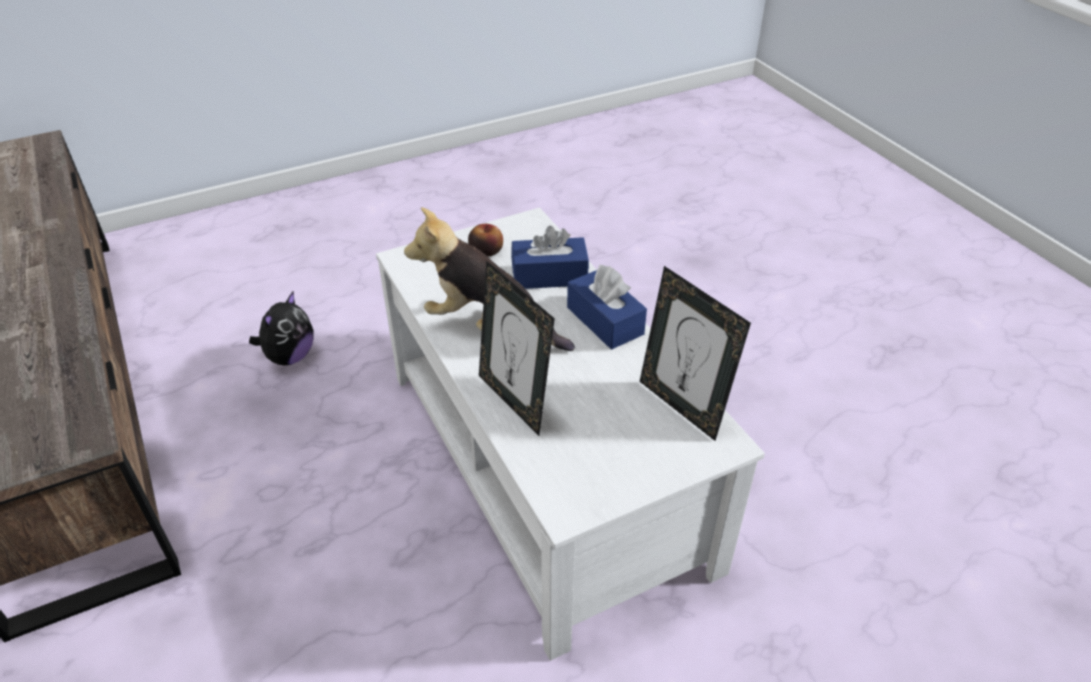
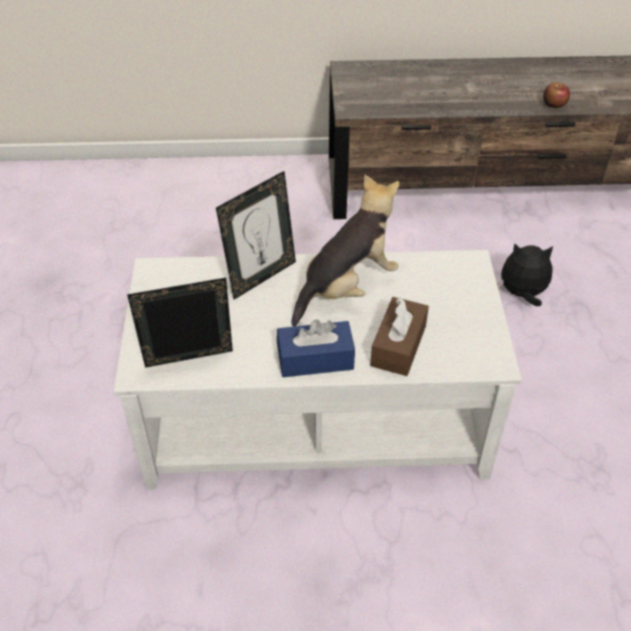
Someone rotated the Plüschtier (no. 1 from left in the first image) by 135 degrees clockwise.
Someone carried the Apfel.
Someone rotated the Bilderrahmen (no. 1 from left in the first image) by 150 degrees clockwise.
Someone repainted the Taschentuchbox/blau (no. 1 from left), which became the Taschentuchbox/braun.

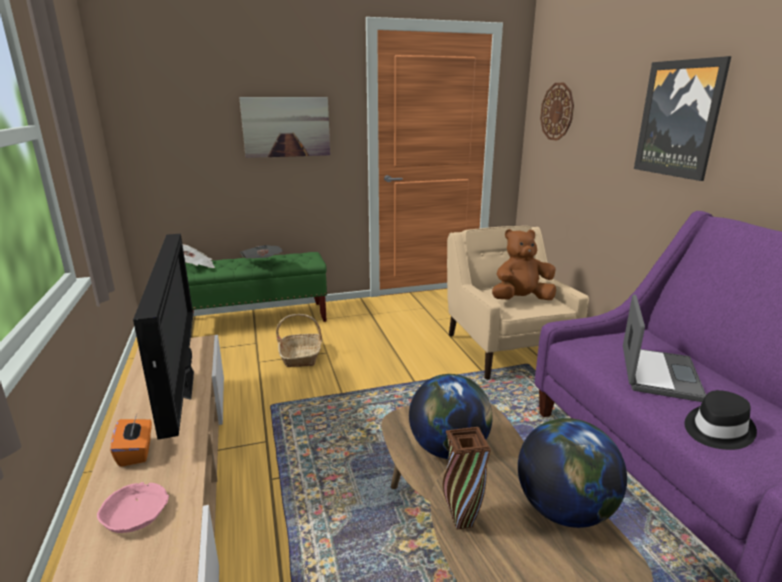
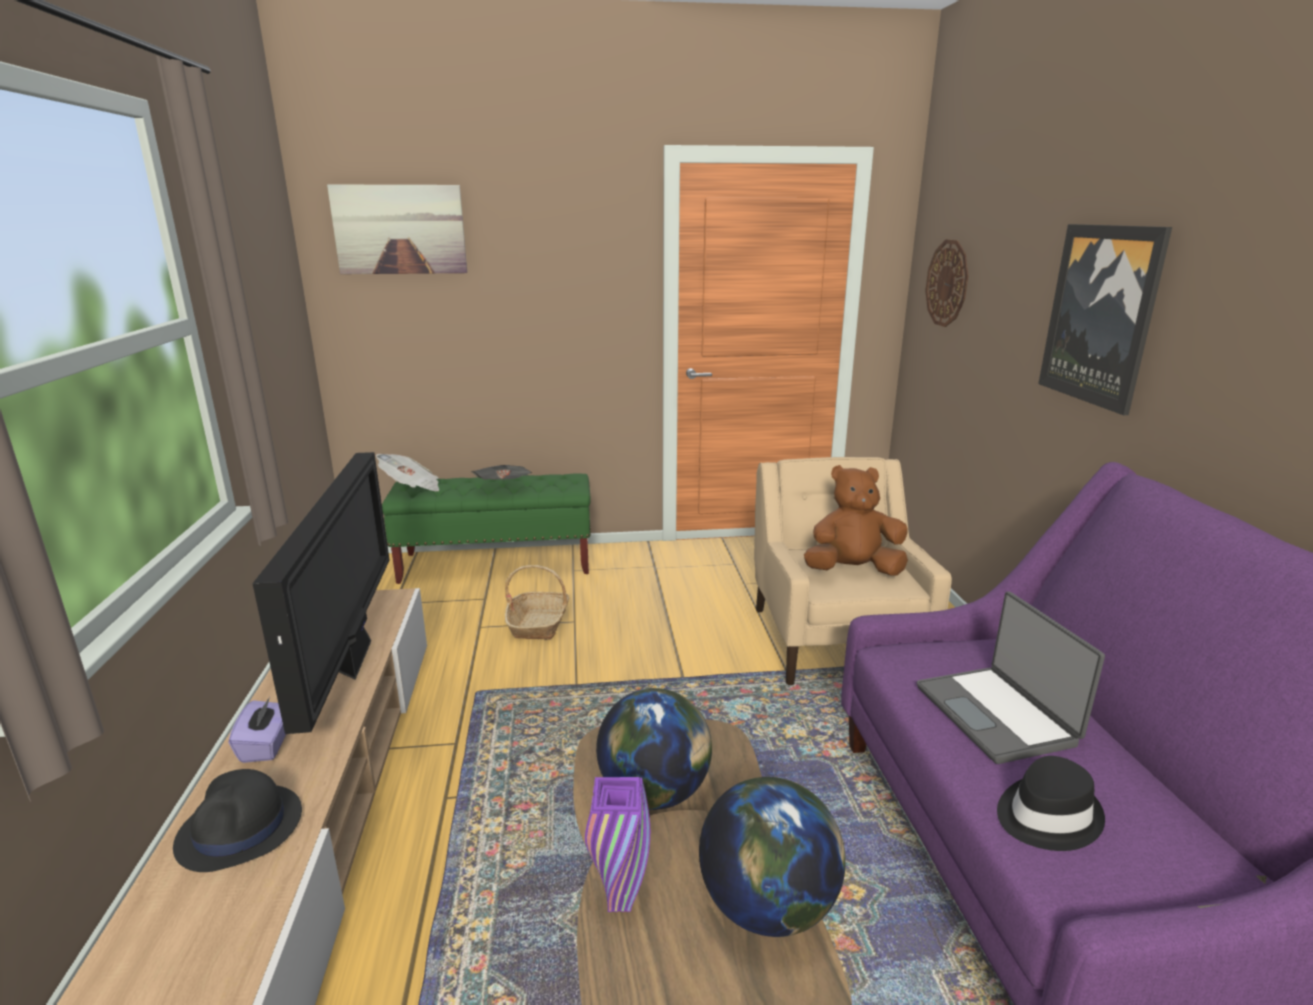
Someone swapped the Schüssel/rosa for the Hut/schwarz (no. 1 from left).
Someone repainted the Taschentuchbox/orange, which became the Taschentuchbox/lila.
Someone carried the Bild (no. 1 from left).
Someone repainted the Vase/braun, which became the Vase/lila.
Someone rotated the Laptop by 135 degrees clockwise.

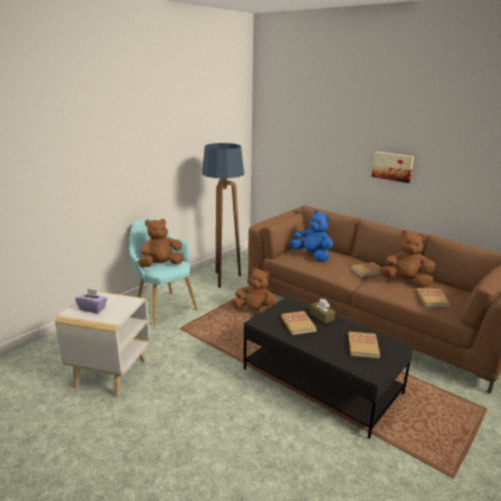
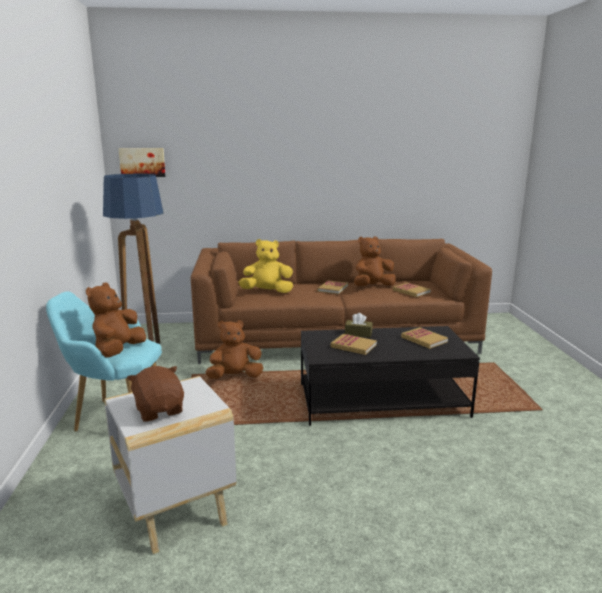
Someone swapped the Taschentuchbox/lila for the Plüschtier/braun (no. 2 from left).
Someone repainted the Plüschtier/blau, which became the Plüschtier/gelb.
Someone carried the Bild.

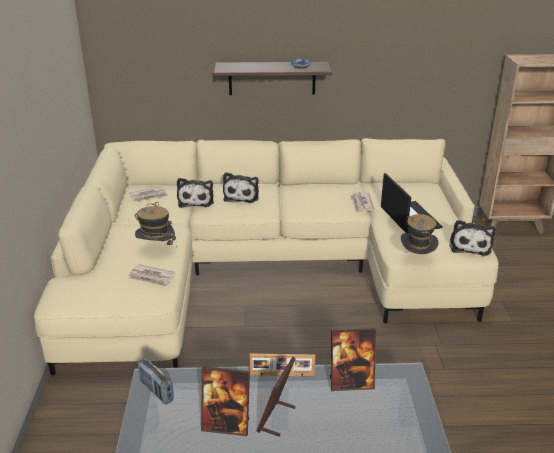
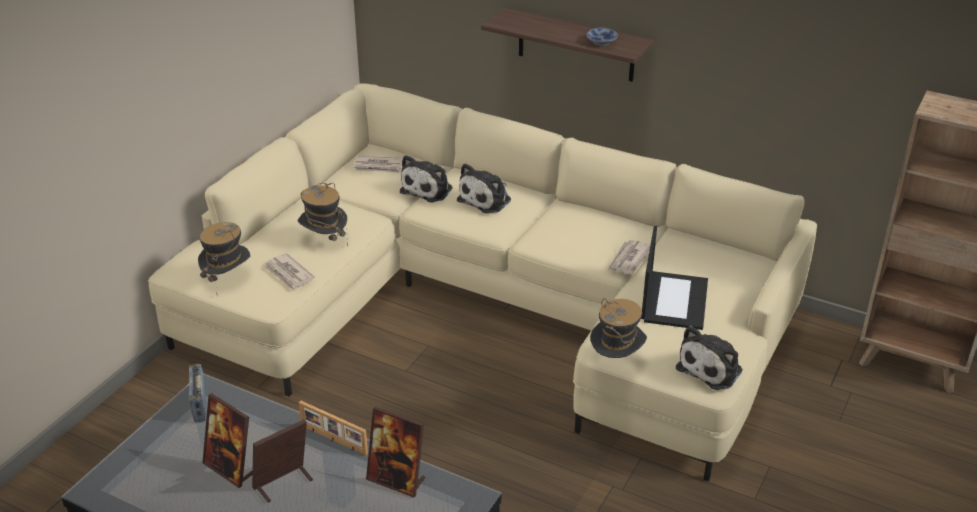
Someone put down the Hut (no. 1 from left).

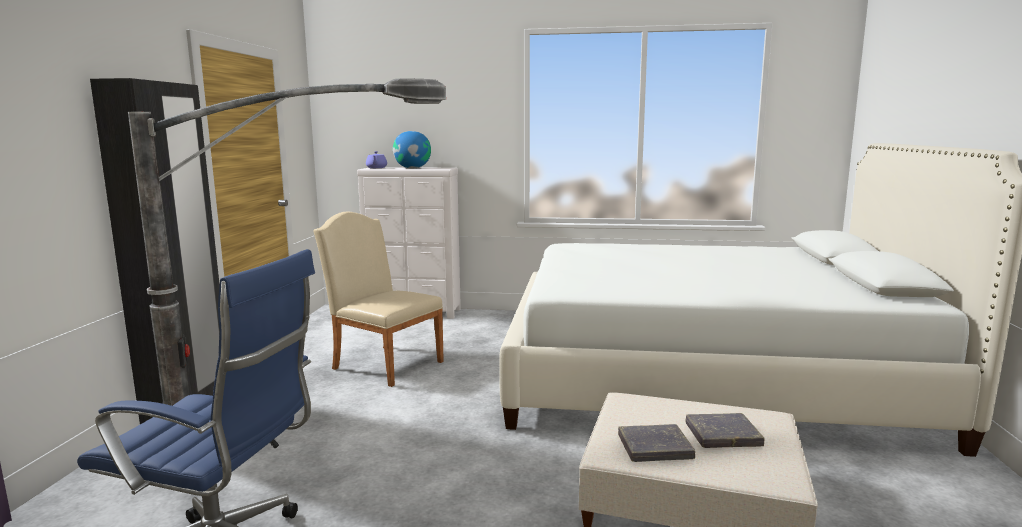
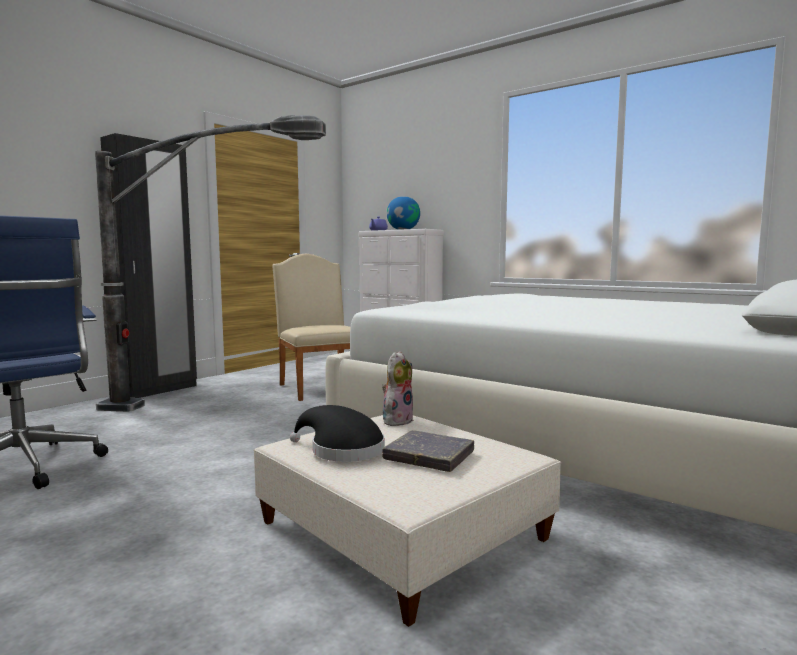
Someone swapped the Buch/grau (no. 1 from left) for the Hut/schwarz.
Someone put down the Plüschtier.

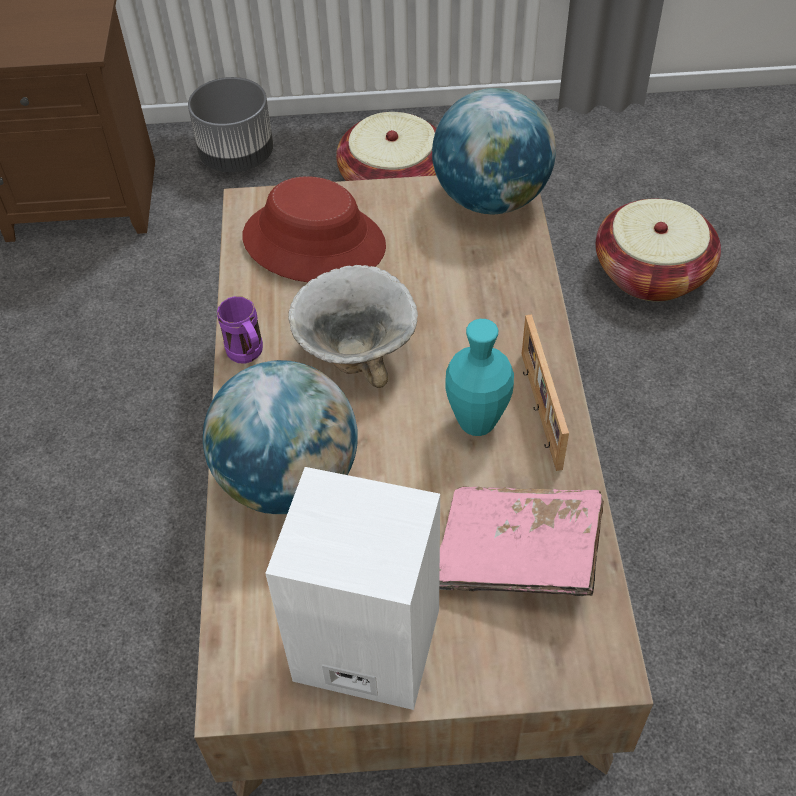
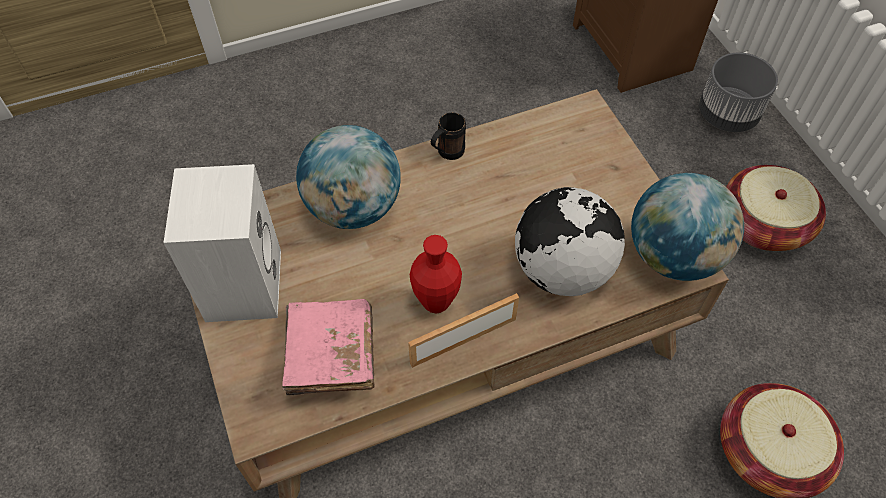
Someone repainted the Henkelbecher/lila, which became the Henkelbecher/schwarz.
Someone took away the Hut/rot.
Someone took away the Schüssel.
Someone repainted the Vase/türkis, which became the Vase/rot.
Someone put down the Globus (no. 2 from left).

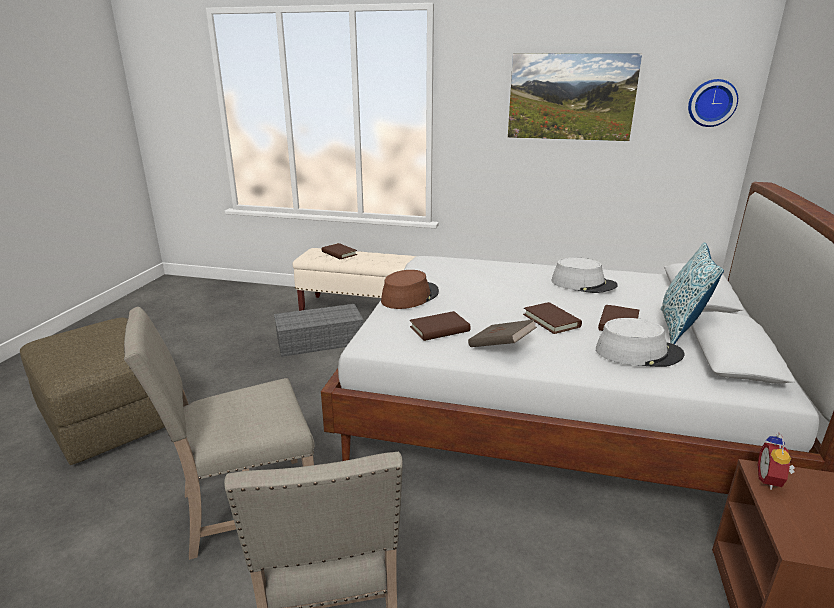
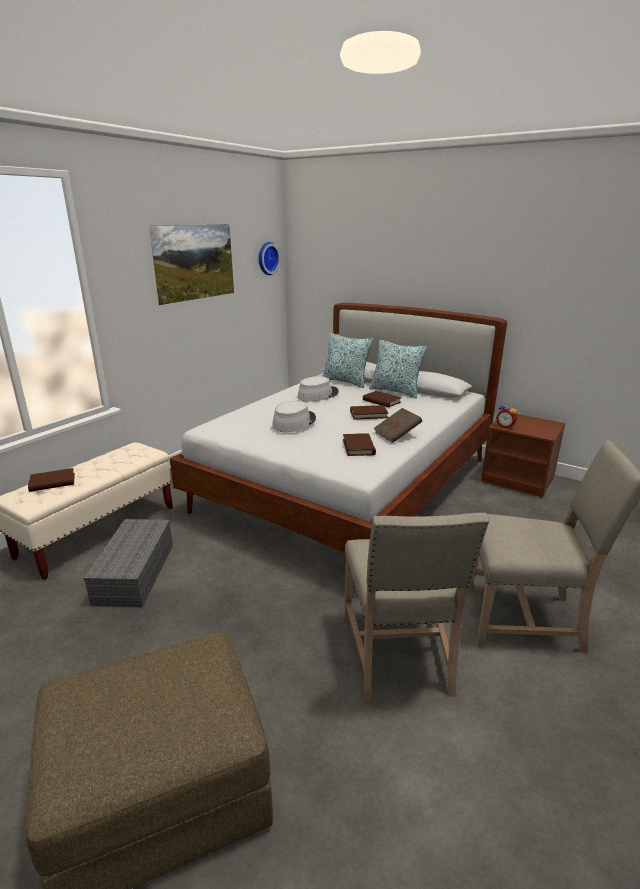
Someone took away the Hut/braun.
Someone carried the Hut/grau (no. 2 from left in the first image).
Someone put down the Kissen (no. 1 from left).

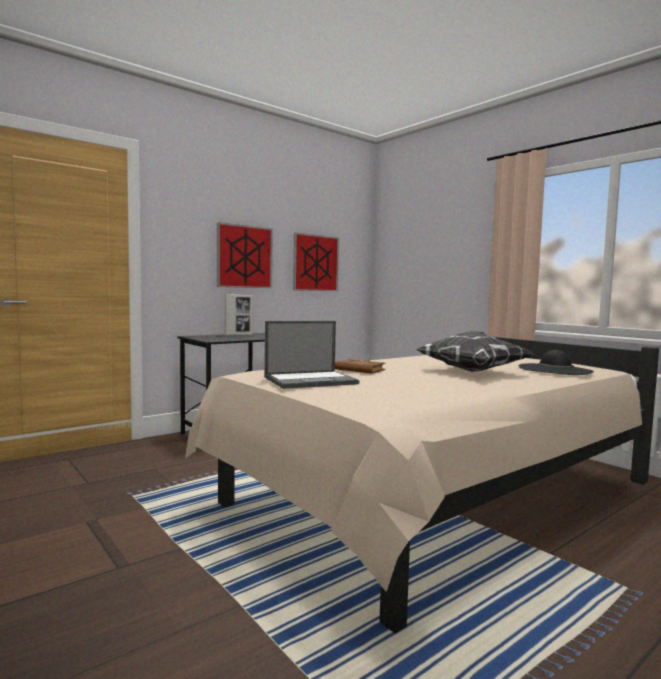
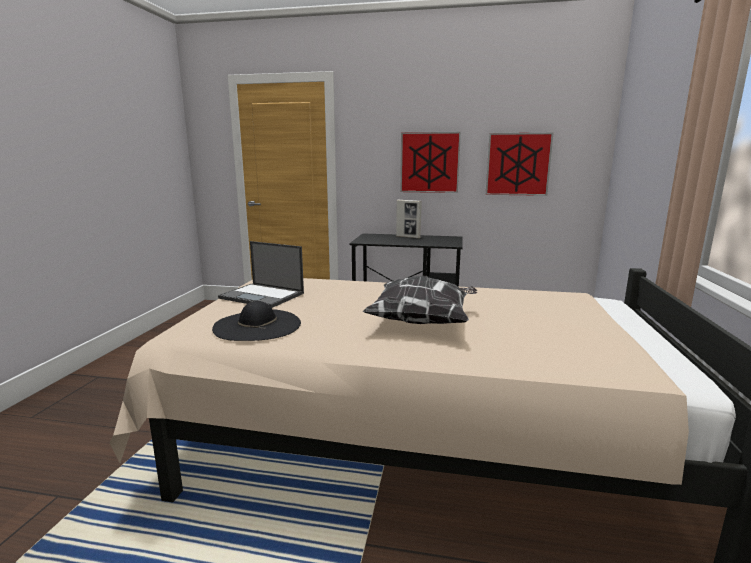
Someone took away the Buch/braun.
Someone carried the Hut/schwarz.

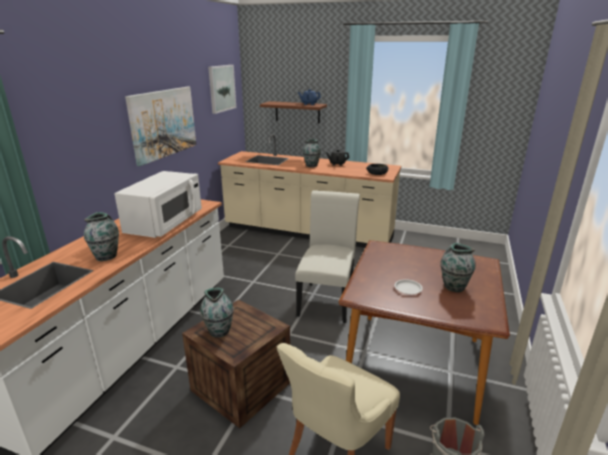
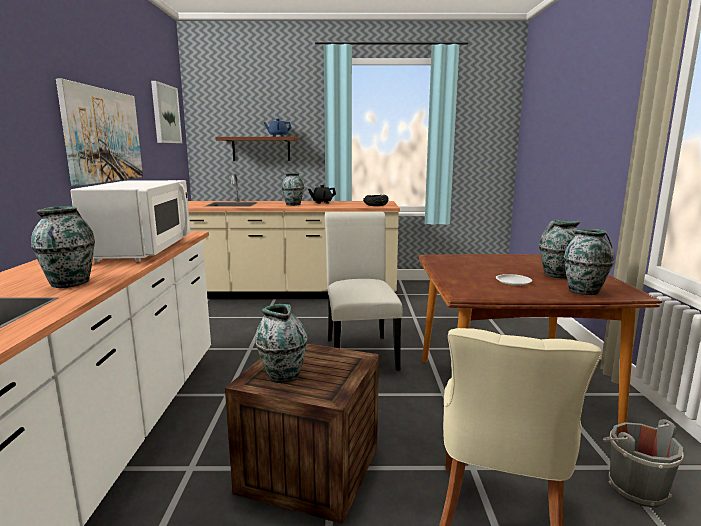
Someone put down the Vase (no. 5 from left).

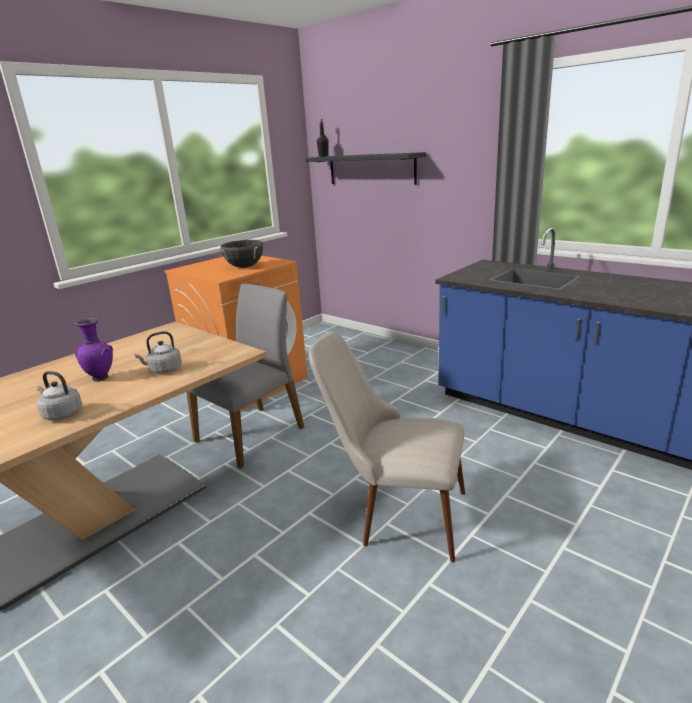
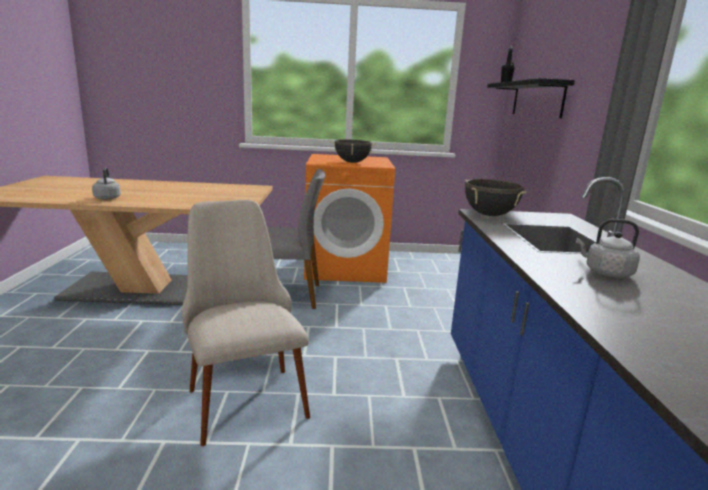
Someone took away the Vase/lila.
Someone carried the Wasserkessel/grau (no. 2 from left).
Someone put down the Kochtopf/schwarz (no. 2 from left).

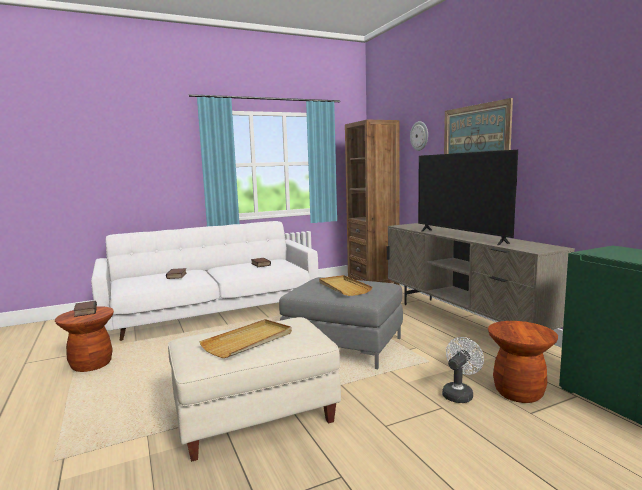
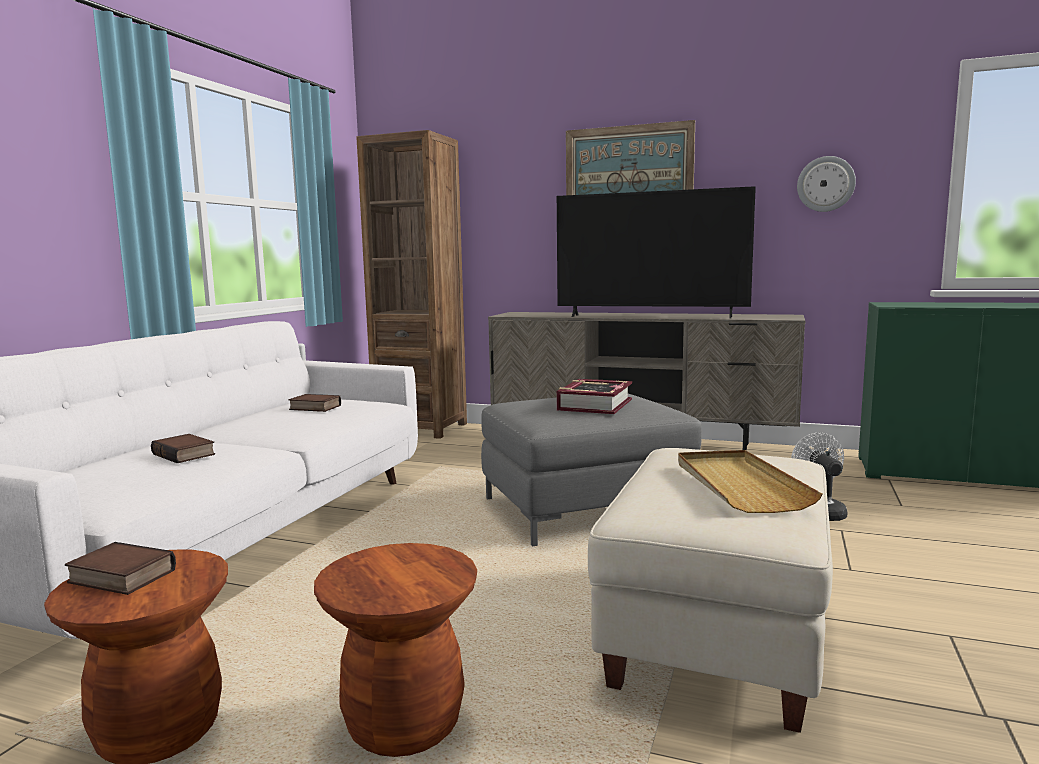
Someone swapped the Tablett/beige (no. 2 from left) for the Buch (no. 4 from left).
Someone carried the Wanduhr.
Someone carried the Hocker/braun (no. 2 from left).

